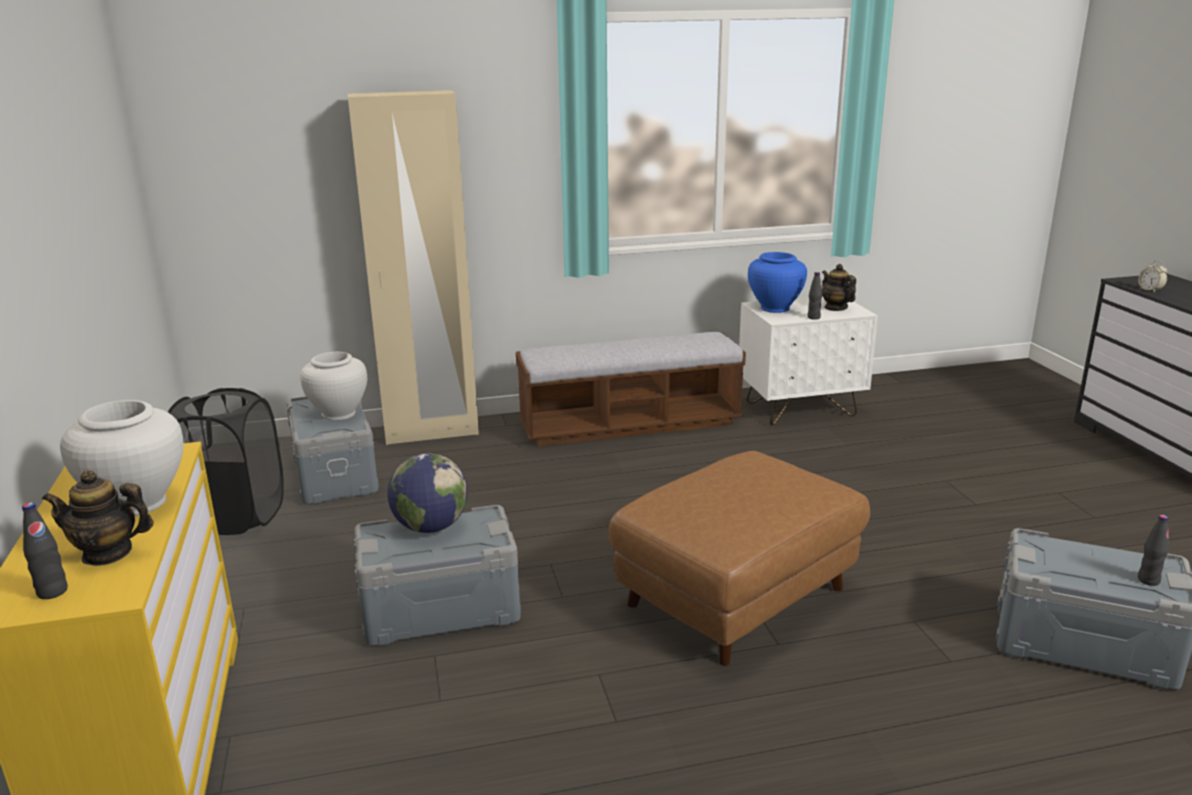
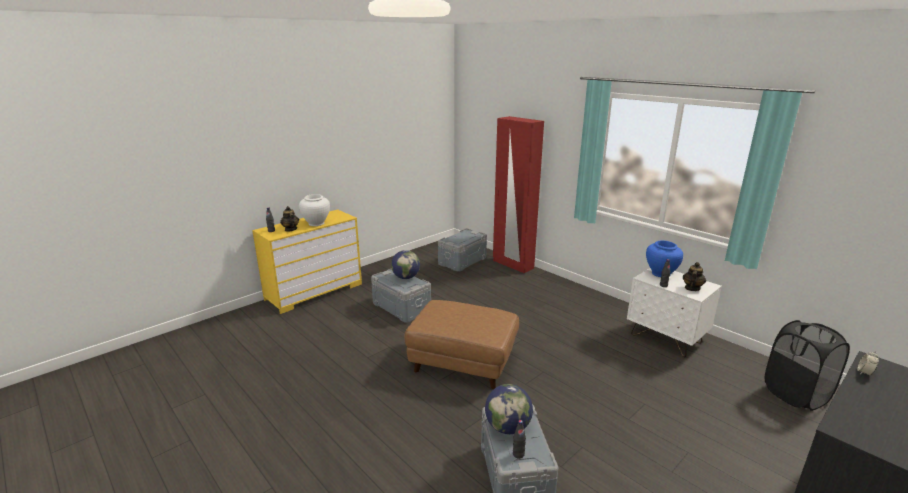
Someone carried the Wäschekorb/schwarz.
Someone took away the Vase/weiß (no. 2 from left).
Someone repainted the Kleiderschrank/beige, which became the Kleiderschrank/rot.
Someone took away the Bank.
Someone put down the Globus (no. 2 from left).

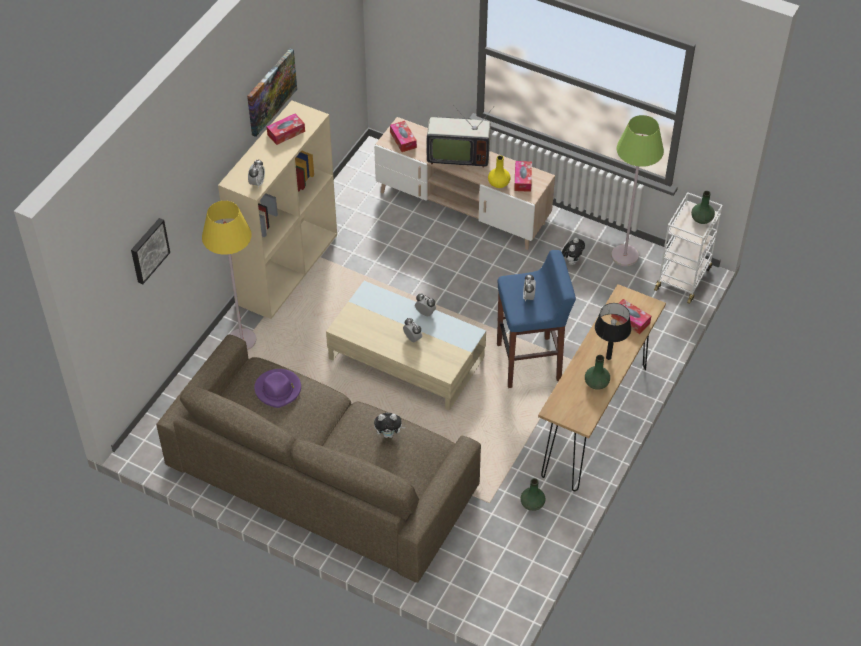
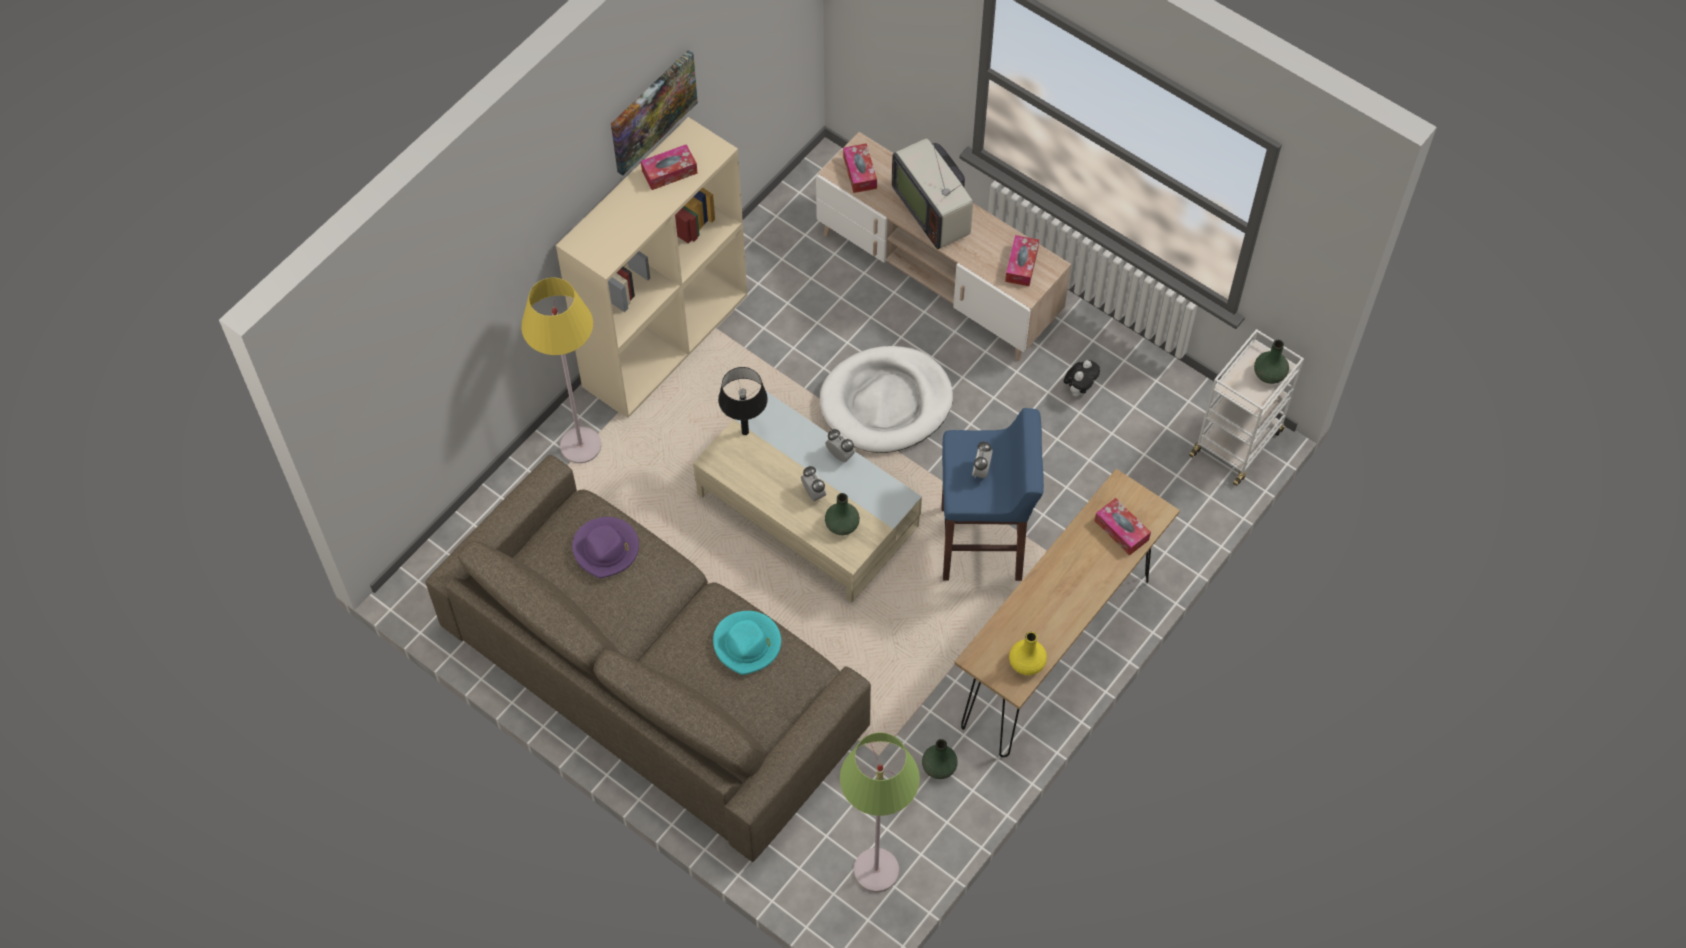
Someone took away the Bild (no. 1 from left).
Someone took away the Wecker (no. 1 from left).
Someone swapped the Plüschtier (no. 1 from left) for the Hut/türkis.
Someone rotated the Fernseher by 45 degrees clockwise.
Someone carried the Vase/gelb.
Someone carried the Vase/grün (no. 2 from left in the first image).
Someone carried the Tischlampe/schwarz.
Someone carried the Stehlampe/grün.
Someone put down the Hundebett/weiß.

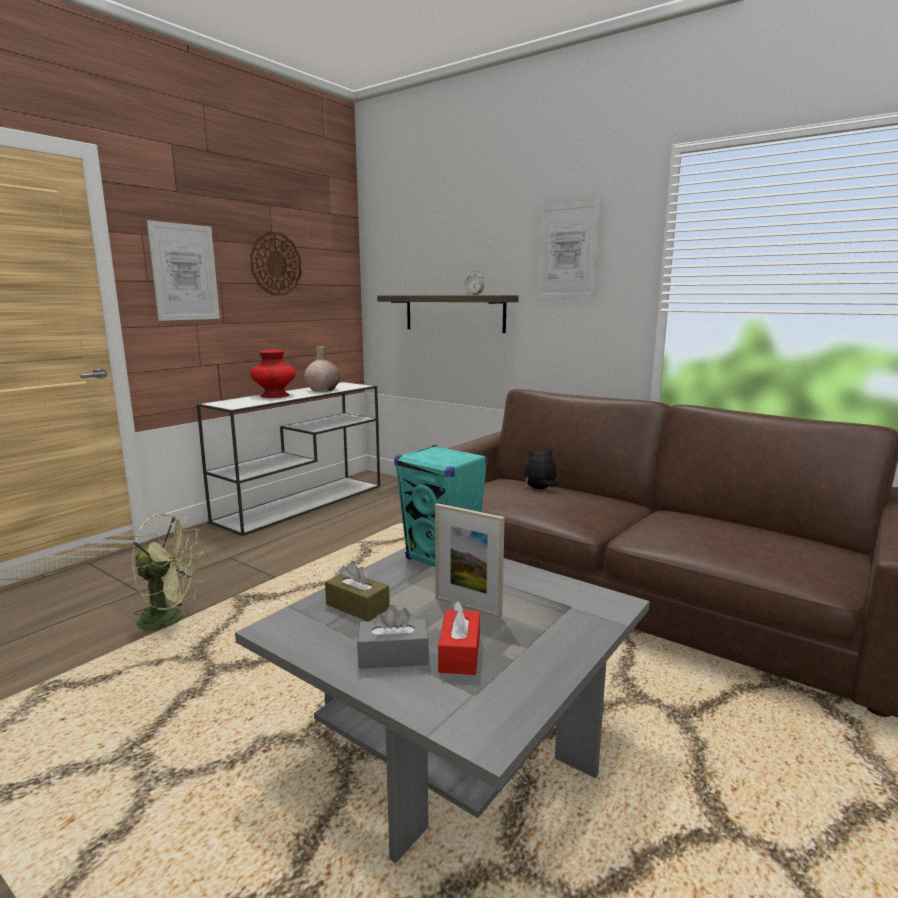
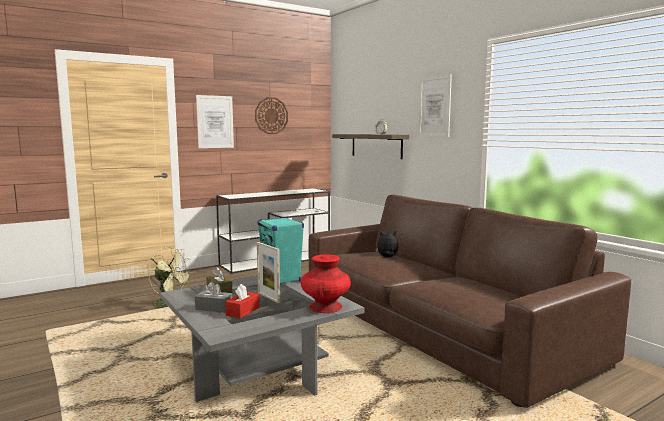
Someone carried the Vase/rot.
Someone took away the Vase/beige.

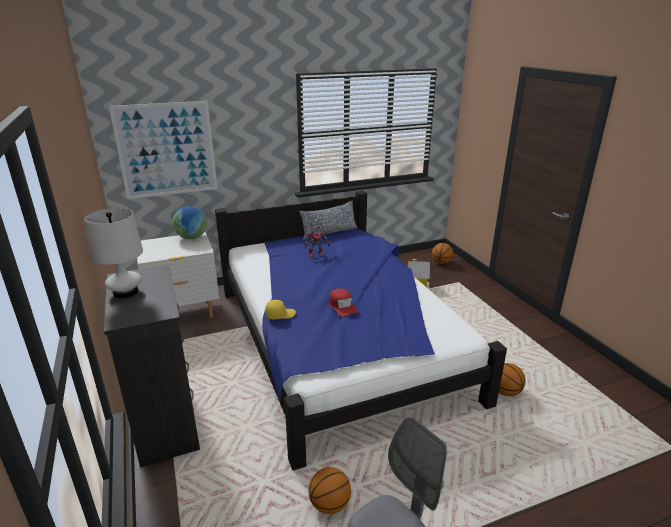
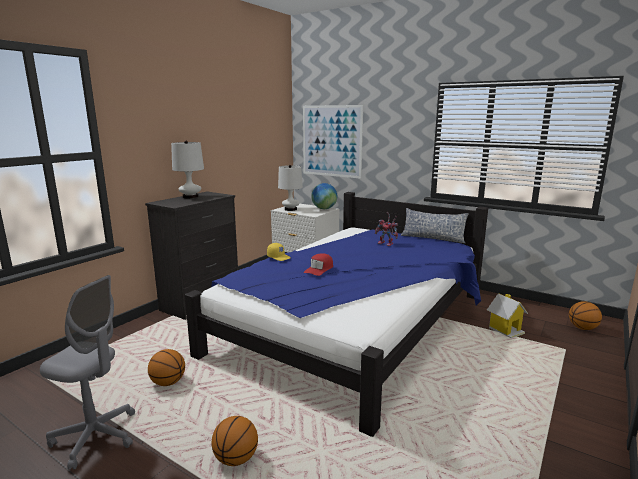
Someone carried the Basketball (no. 3 from left in the first image).
Someone put down the Tischlampe/weiß (no. 2 from left).

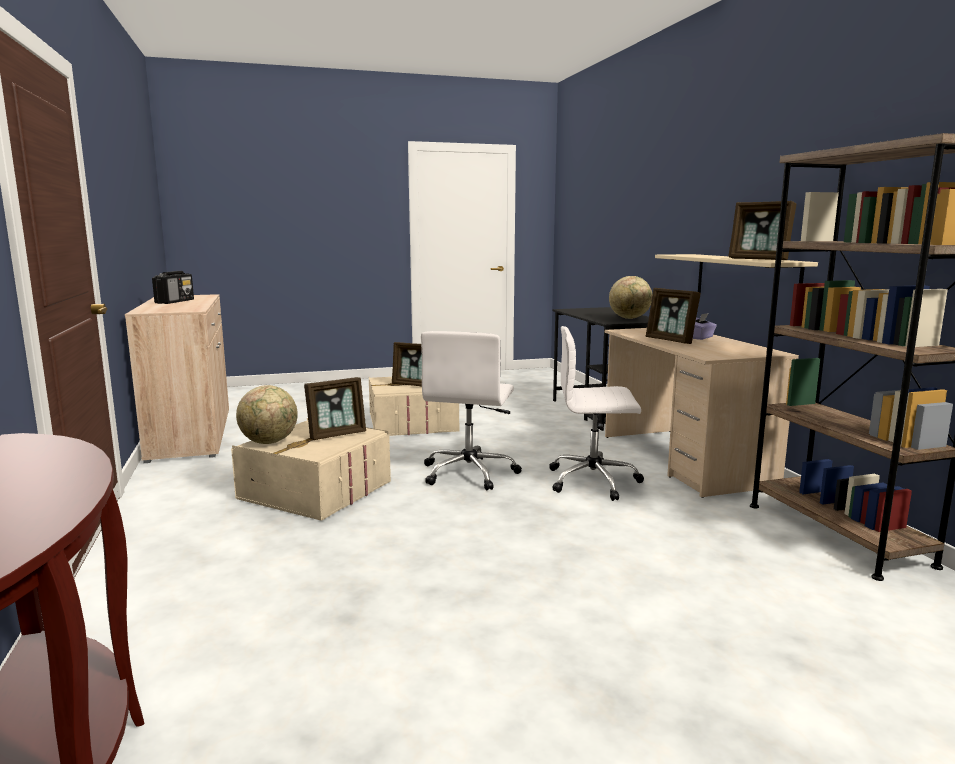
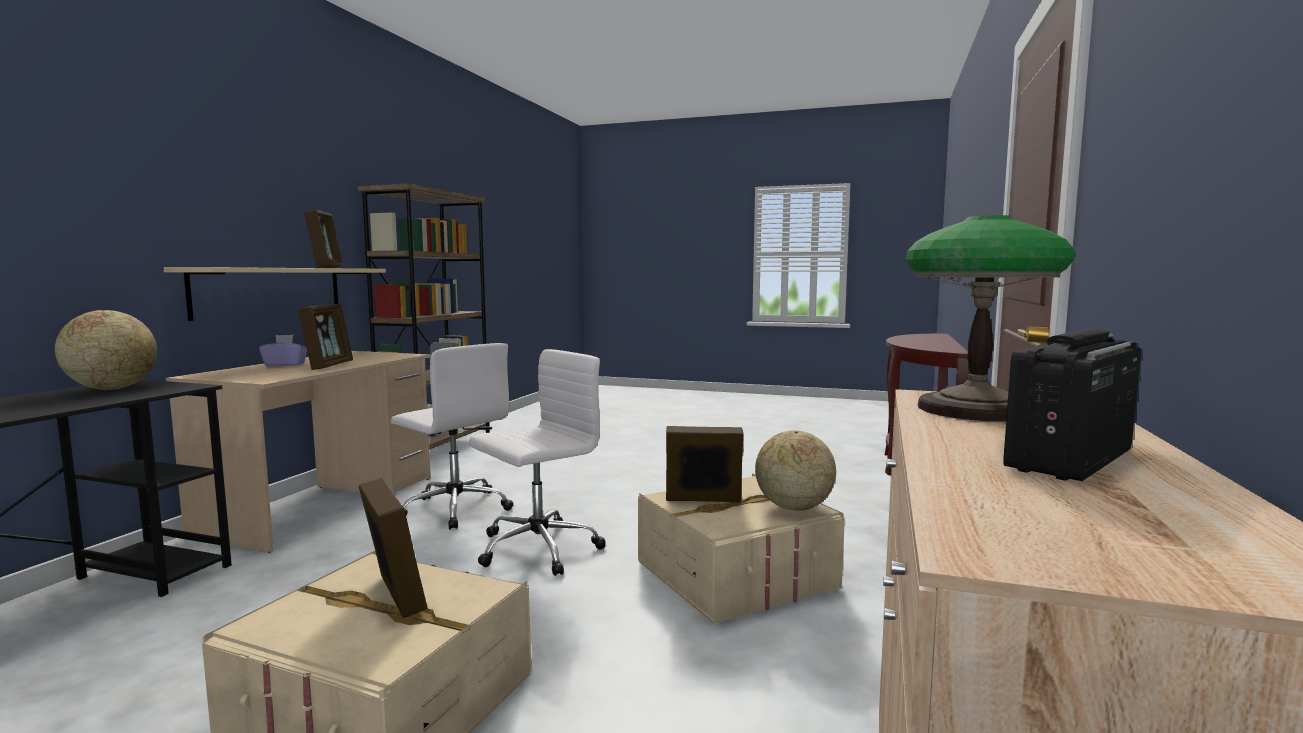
Someone put down the Tischlampe.

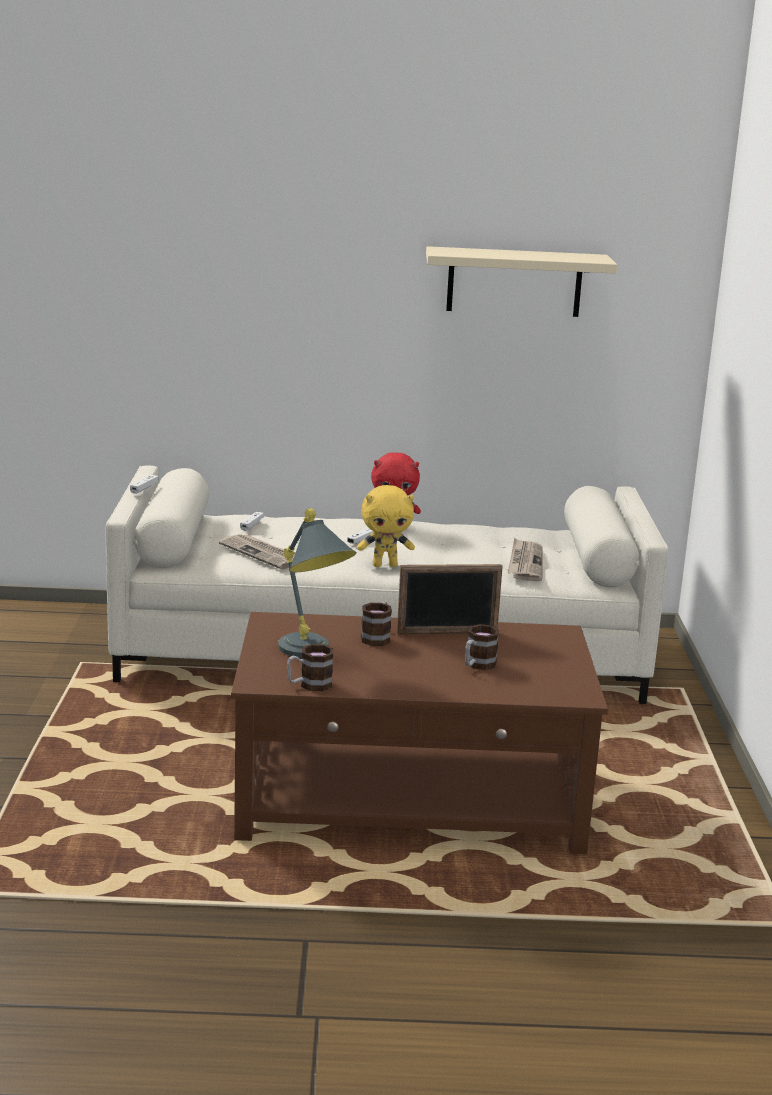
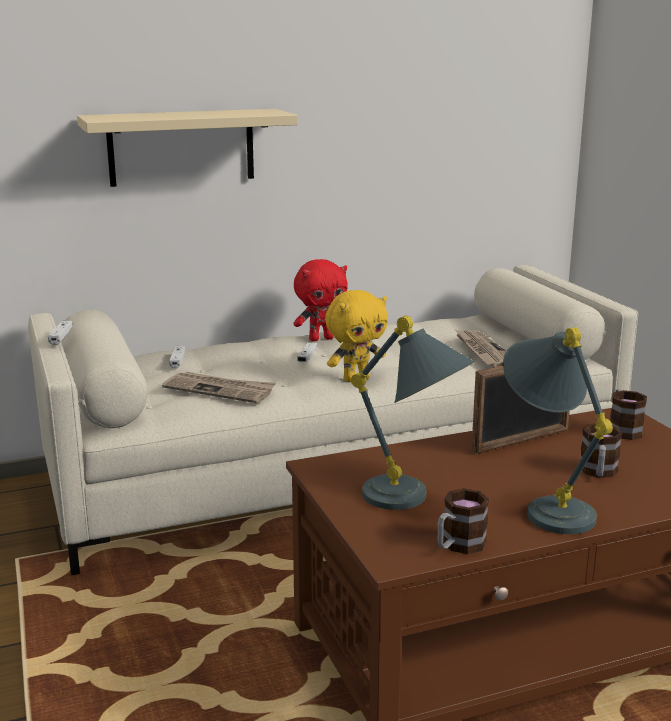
Someone carried the Henkelbecher (no. 2 from left in the first image).
Someone carried the Wandregal/beige.
Someone put down the Tischlampe/grau (no. 2 from left).

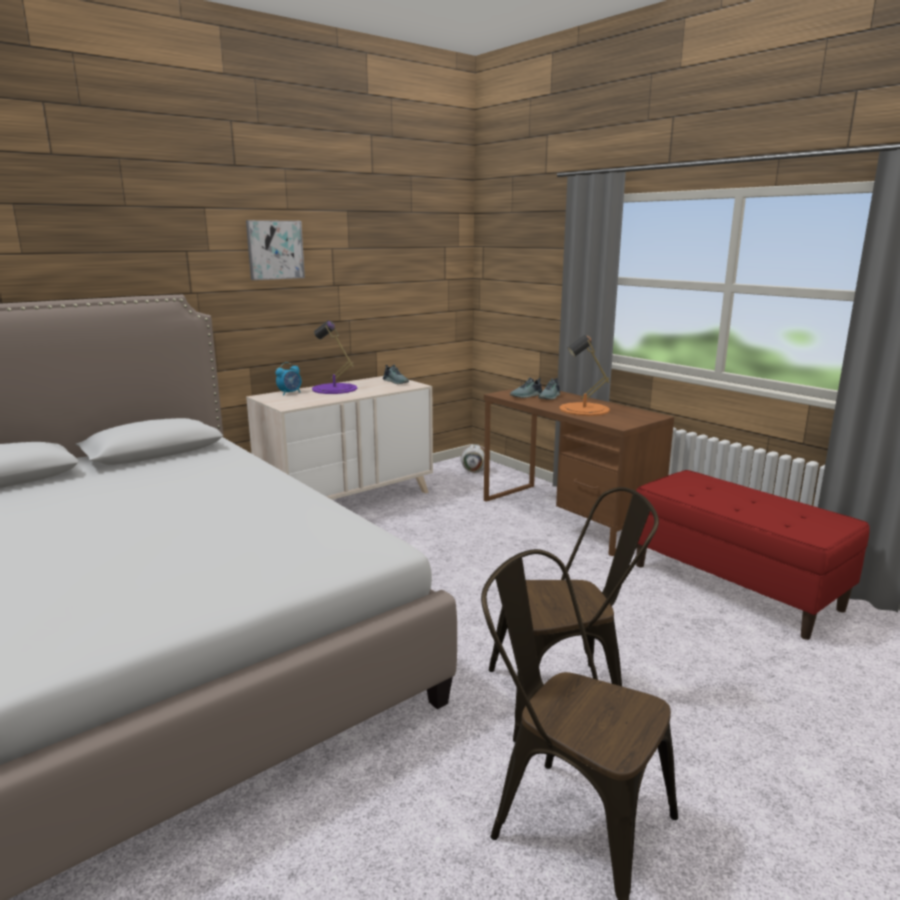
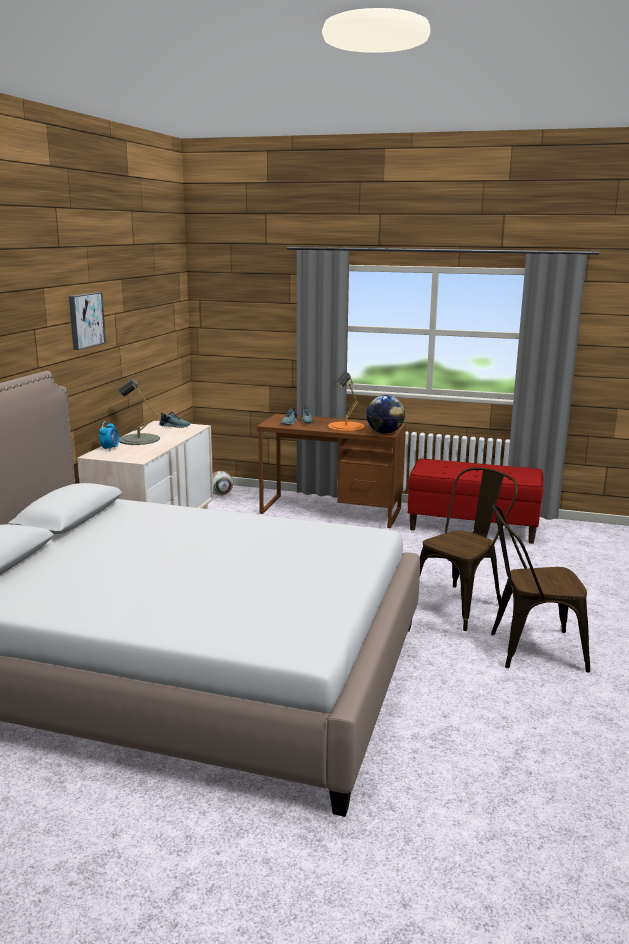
Someone repainted the Tischlampe/lila, which became the Tischlampe/grau.
Someone put down the Globus.

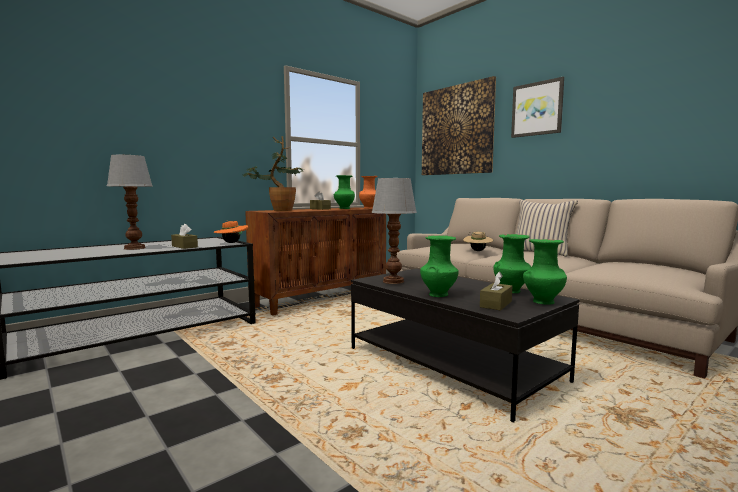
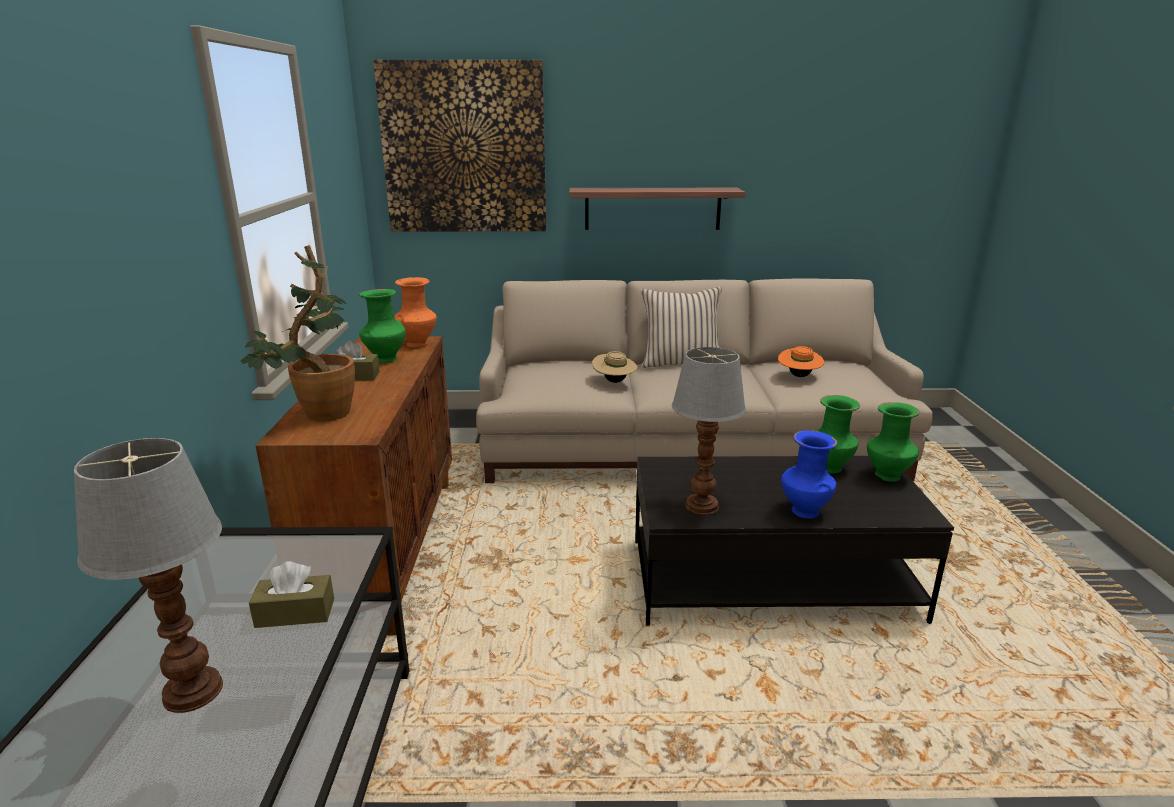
Someone carried the Hut/orange.
Someone repainted the Vase/grün (no. 2 from left), which became the Vase/blau.
Someone took away the Taschentuchbox/braun (no. 3 from left).
Someone took away the Bild (no. 2 from left).
Someone put up the Wandregal.

